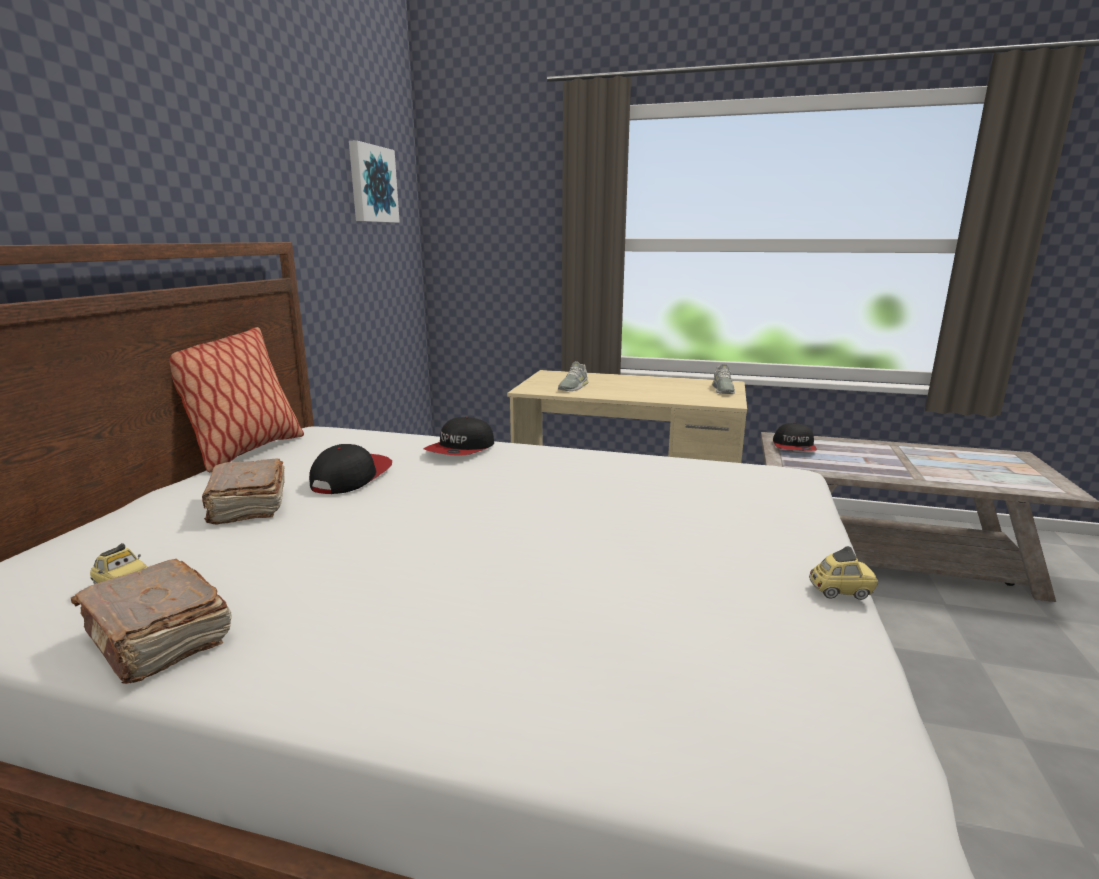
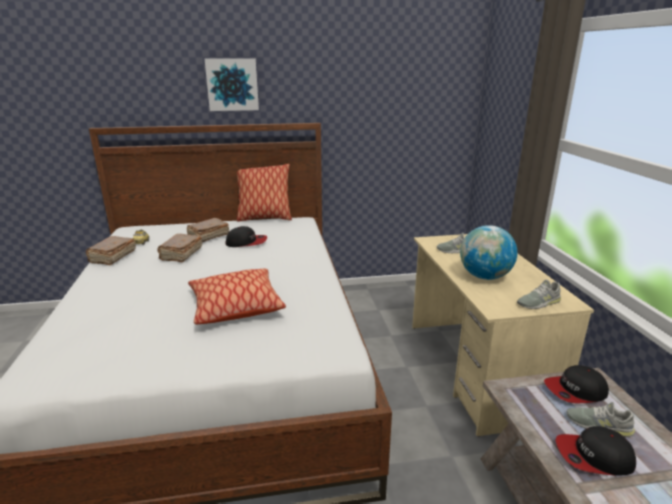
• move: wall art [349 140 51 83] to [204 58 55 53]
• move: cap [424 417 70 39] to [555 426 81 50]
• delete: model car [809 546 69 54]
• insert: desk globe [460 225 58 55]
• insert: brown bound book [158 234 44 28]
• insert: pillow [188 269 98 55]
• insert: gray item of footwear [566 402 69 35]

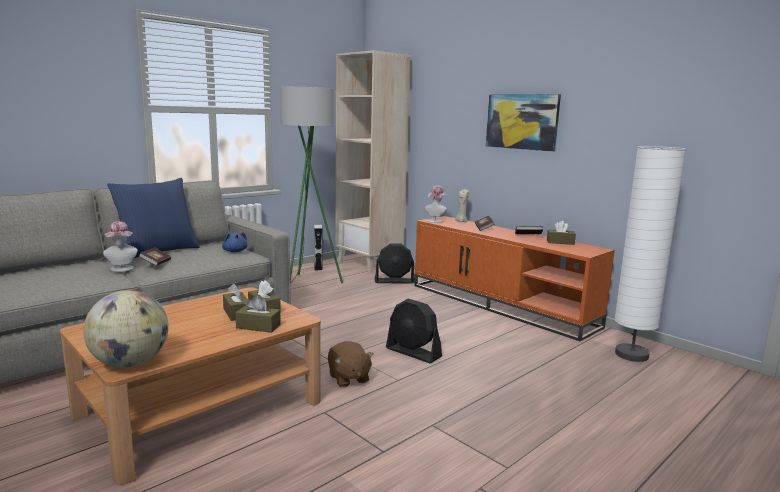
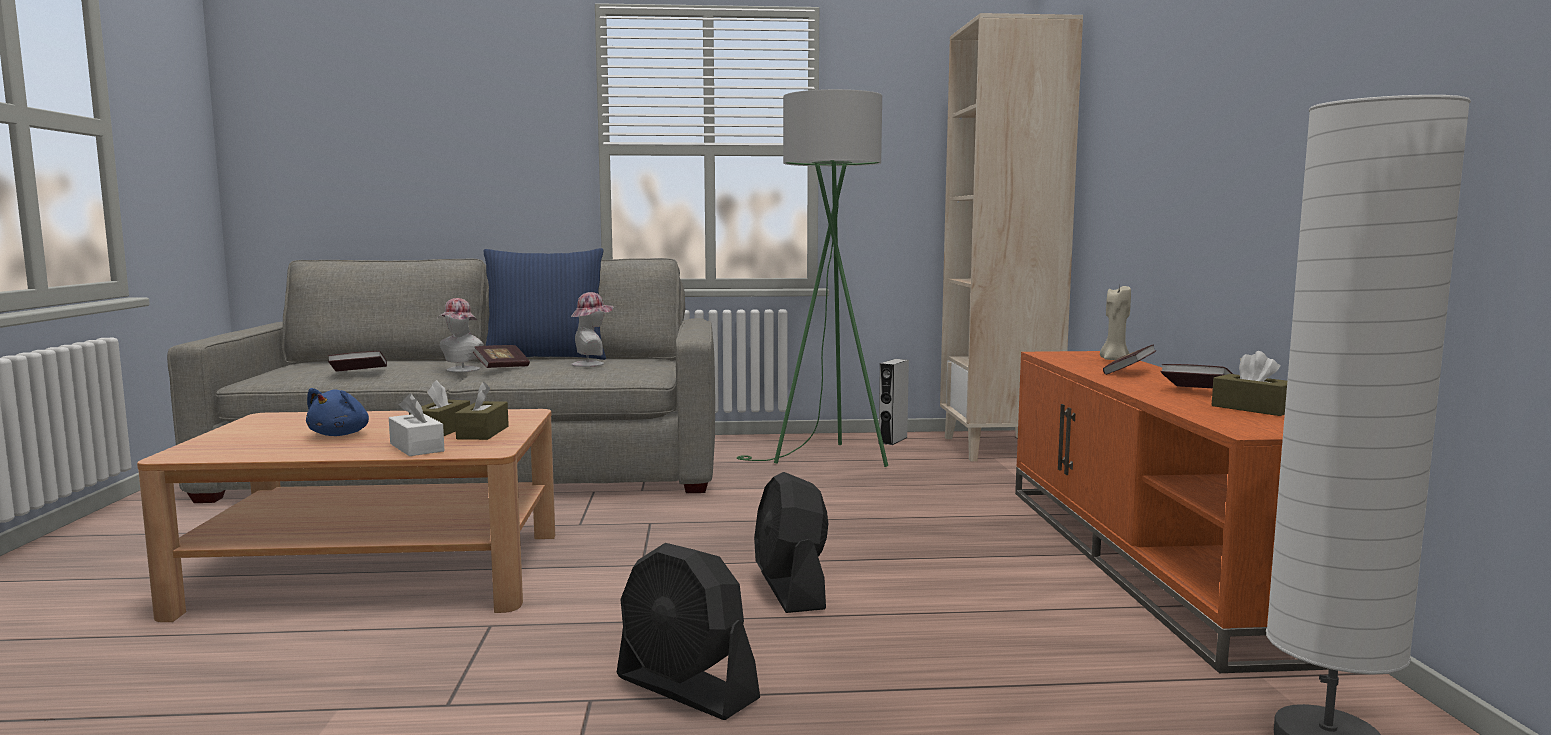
• delete: wall art [486 94 75 58]
• move: clothing hat [425 185 22 38] to [571 292 43 75]
• move: blue soft toy [222 232 25 20] to [306 388 63 48]
• move: black-coloured fan [375 243 40 41] to [616 543 144 177]
• delete: desk globe [83 290 86 78]
• recolor: brown tissue holder [235 296 46 37] to white tissue holder [389 393 56 63]
• delete: brown soft toy [328 341 46 46]
• insert: bound book [328 351 59 21]

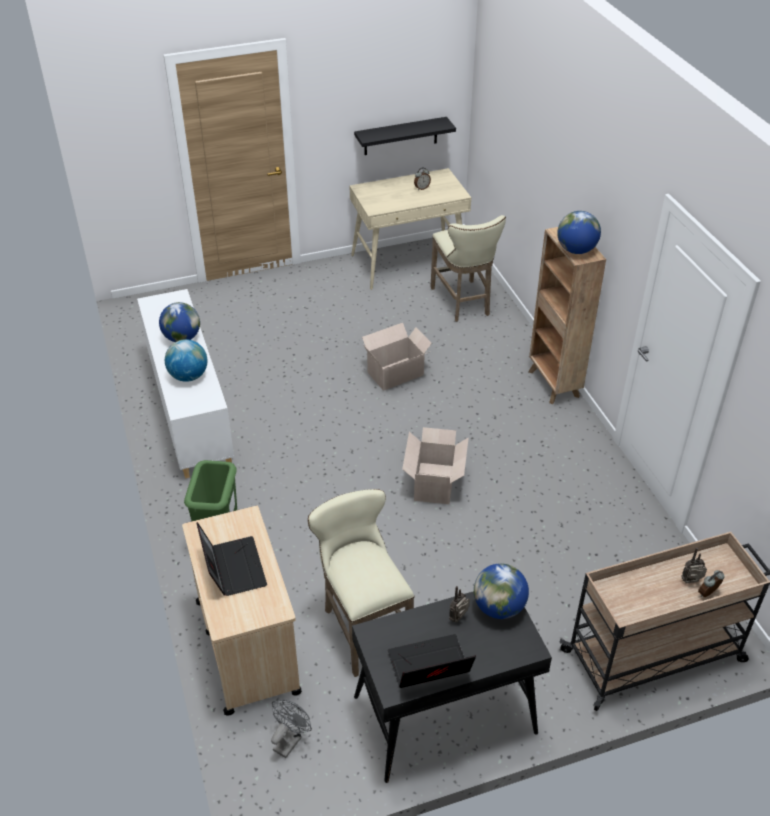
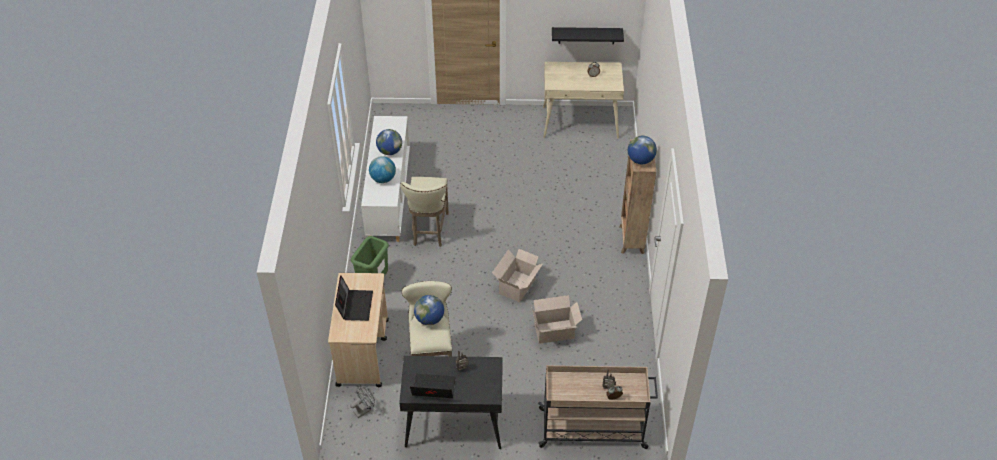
• move: beige stool [430 215 76 107] to [400 177 49 70]
• move: packing box [362 323 70 68] to [531 295 51 49]
• move: desk globe [474 563 55 56] to [414 295 30 30]

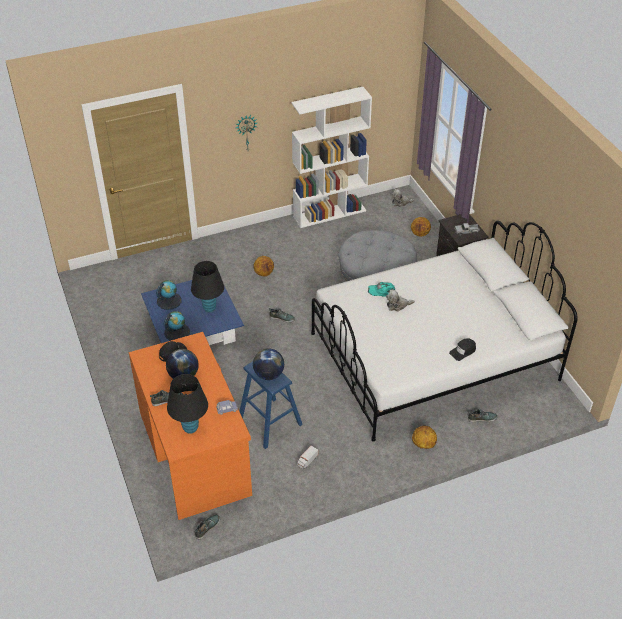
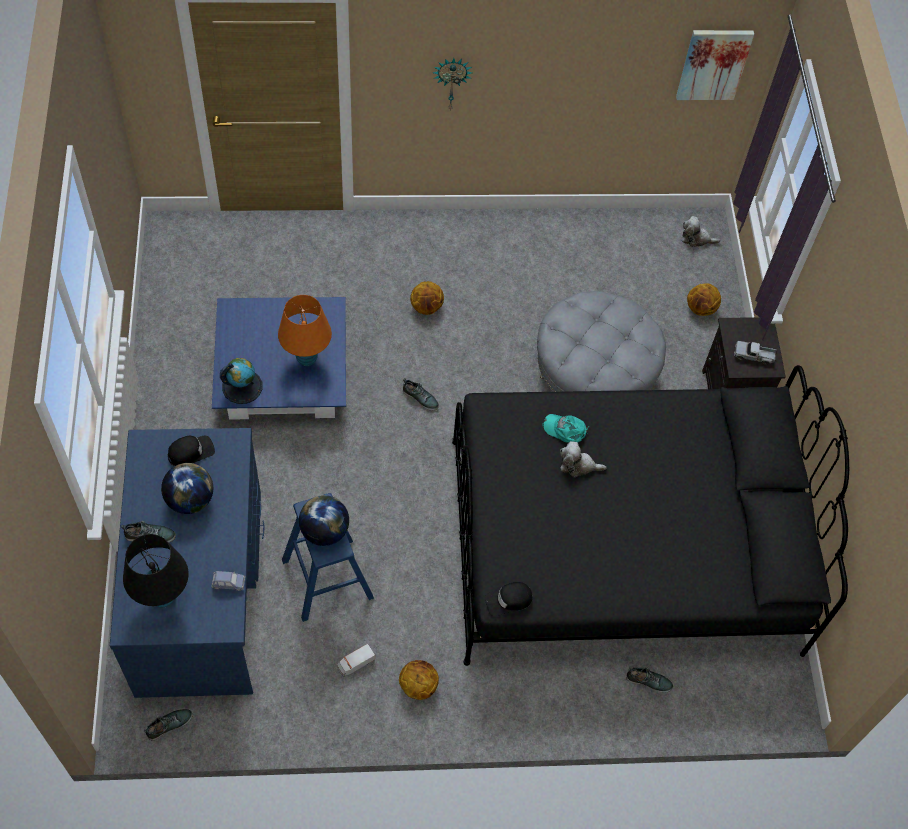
• delete: white shelving unit [291 87 81 141]
• recolor: white bed [311 221 267 221] to black-coloured bed [452 365 397 301]
• recolor: black-coloured lamp for a table [191 261 33 51] to orange-coloured lamp for a table [278 295 54 71]
• delete: desk globe [156 280 26 30]
• recolor: orange-coloured desk [129 332 123 188] to blue desk [110 428 154 270]
• move: black-coloured cap [449 338 27 23] to [485 582 48 34]
• move: basketball ball [412 426 25 23] to [399 660 40 40]
• insert: wall art [676 30 78 70]

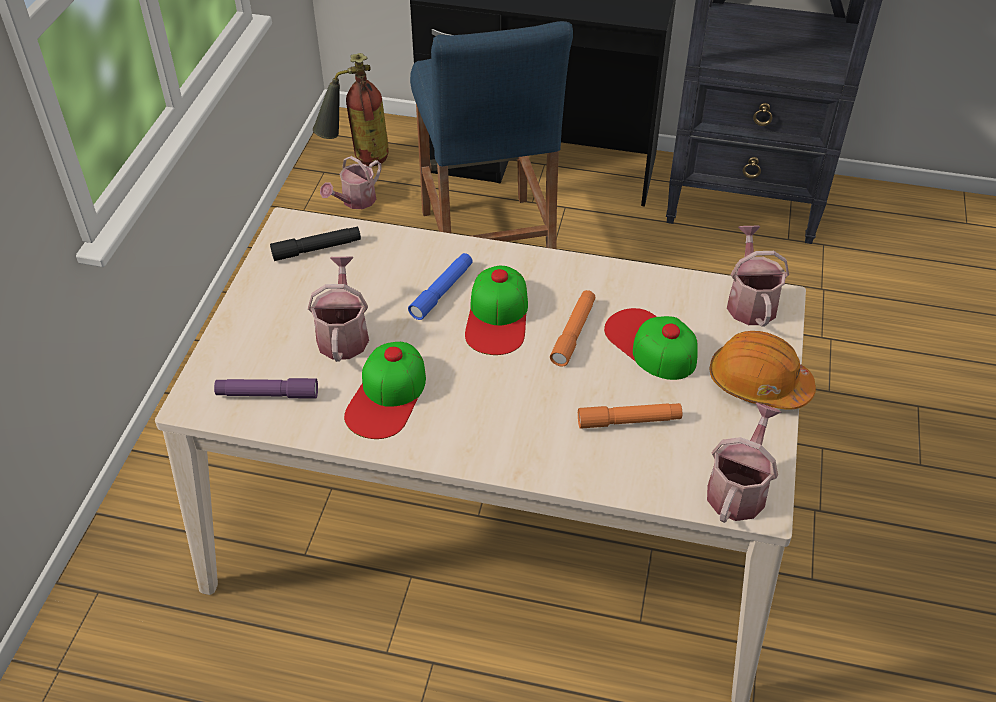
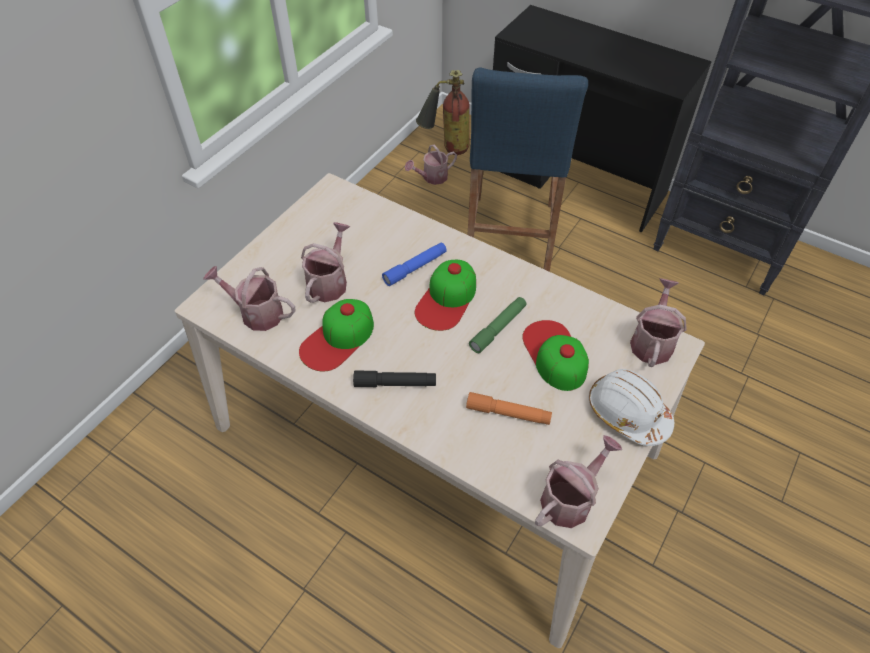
• move: black-coloured torch [270 227 91 34] to [353 371 83 16]
• recolor: orange-coloured torch [550 290 45 76] to greenish torch [469 297 57 56]
• recolor: orange-coloured work helmet [710 331 106 79] to white work helmet [588 369 86 77]
• replace: purple-coloured torch [214 378 104 21] to sprinkling can [203 266 93 65]

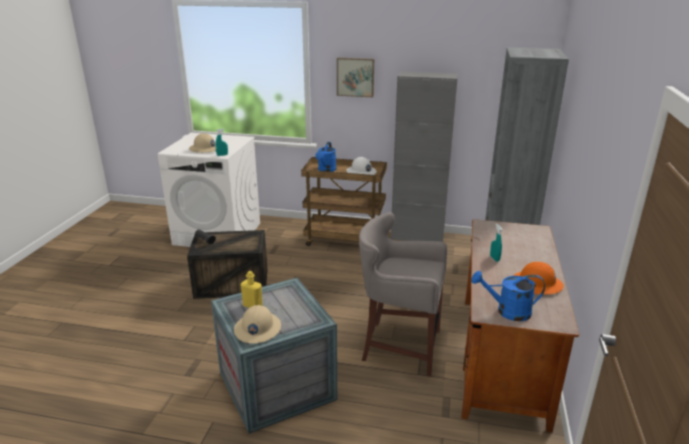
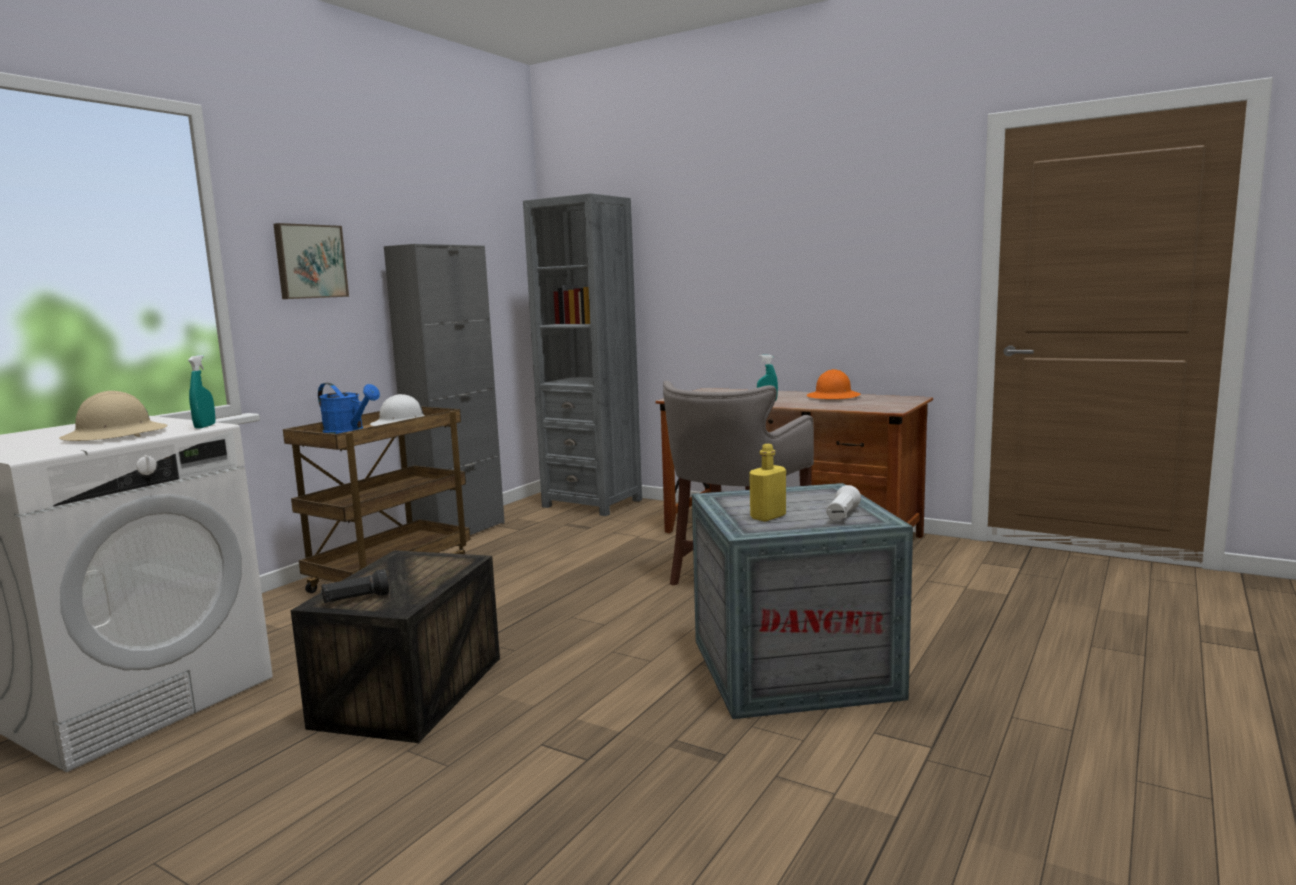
• delete: blue sprinkling can [471 271 74 50]
• replace: beige work helmet [234 305 47 38] to white torch [826 485 35 36]

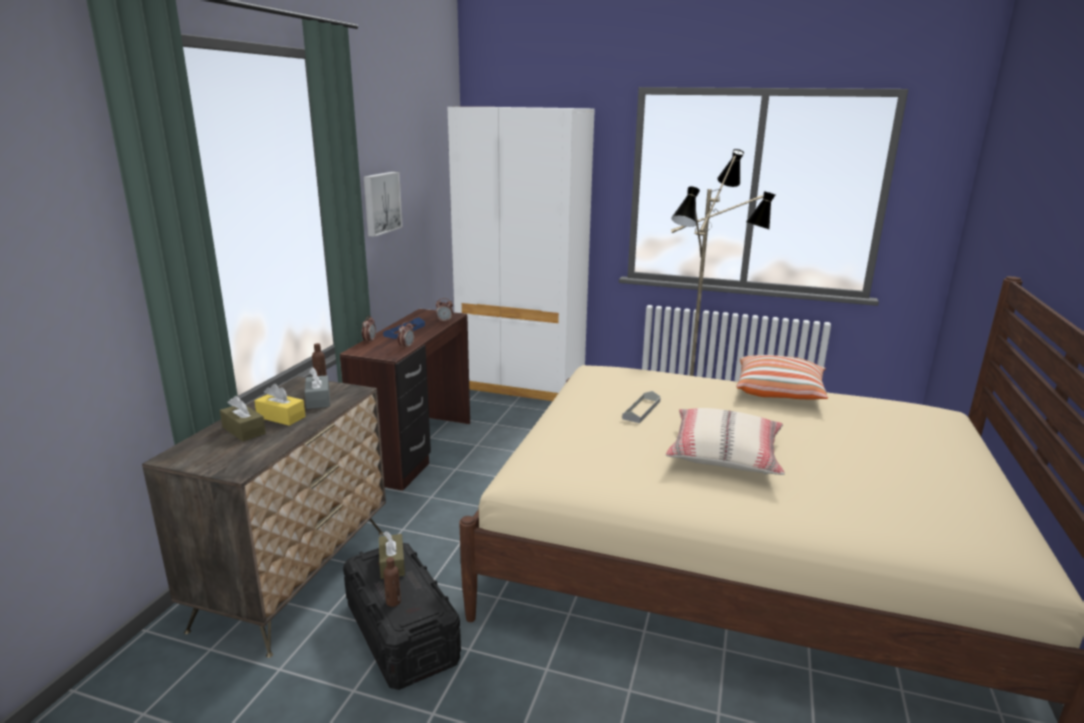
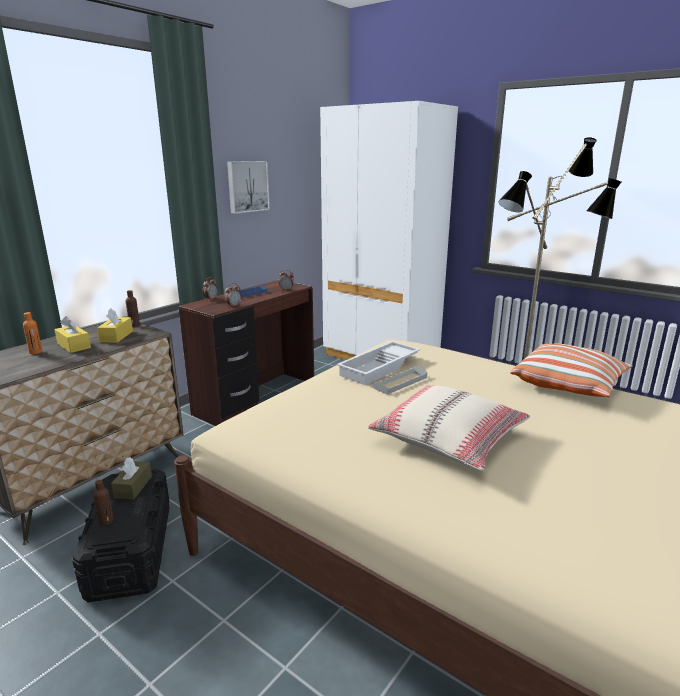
• recolor: gray tissue holder [305 367 25 42] to yellowish tissue holder [97 308 36 35]
• replace: brown tissue holder [220 396 46 45] to orange-coloured drink bottle [23 312 19 42]
• insert: white serving tray [337 341 84 44]

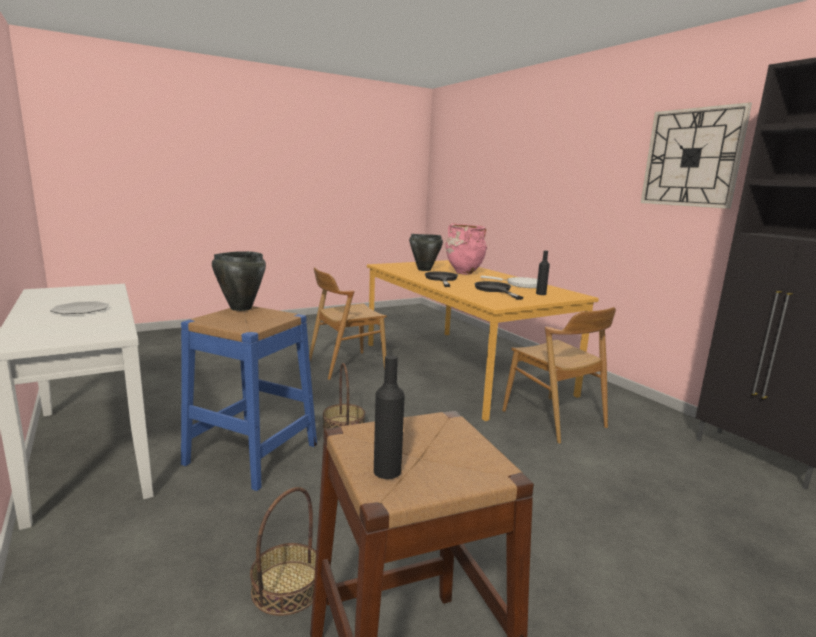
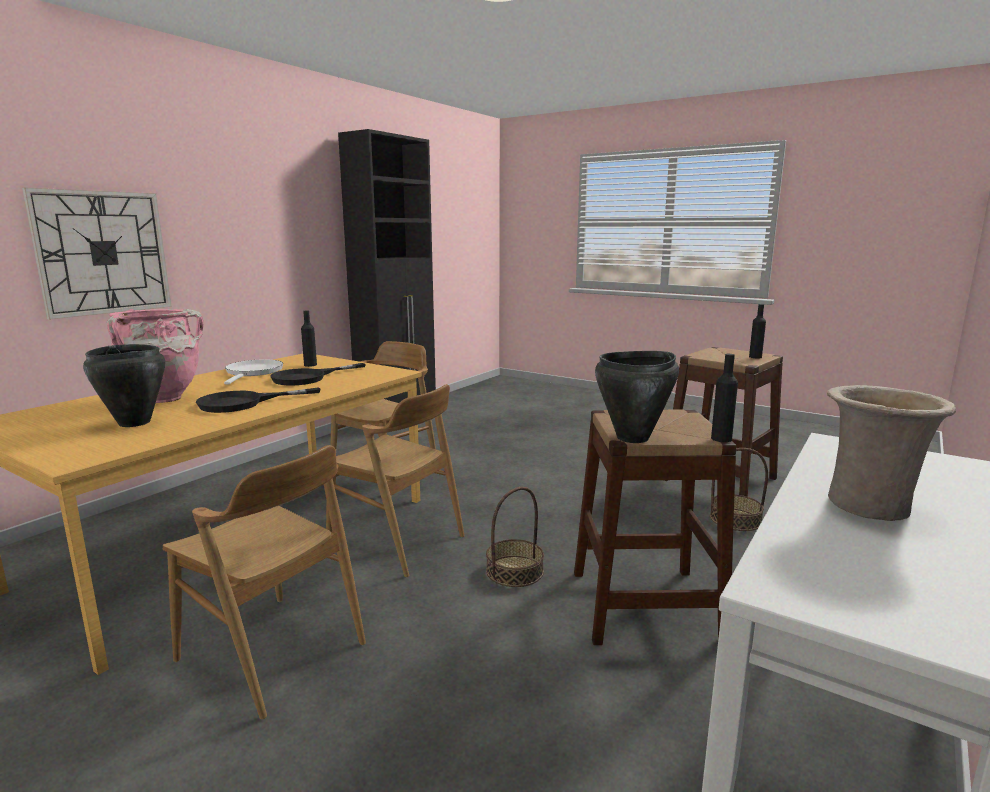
• move: clock on the wall [641 102 111 107] to [22 188 150 132]
• replace: plate [50 301 60 13] to beige decorative vase [827 385 129 136]
• recolor: blue stool [181 306 136 185] to brown stool [574 410 163 235]
• insert: black-coloured drink bottle [711 354 27 88]
• insert: brown plain chair [326 384 139 193]

